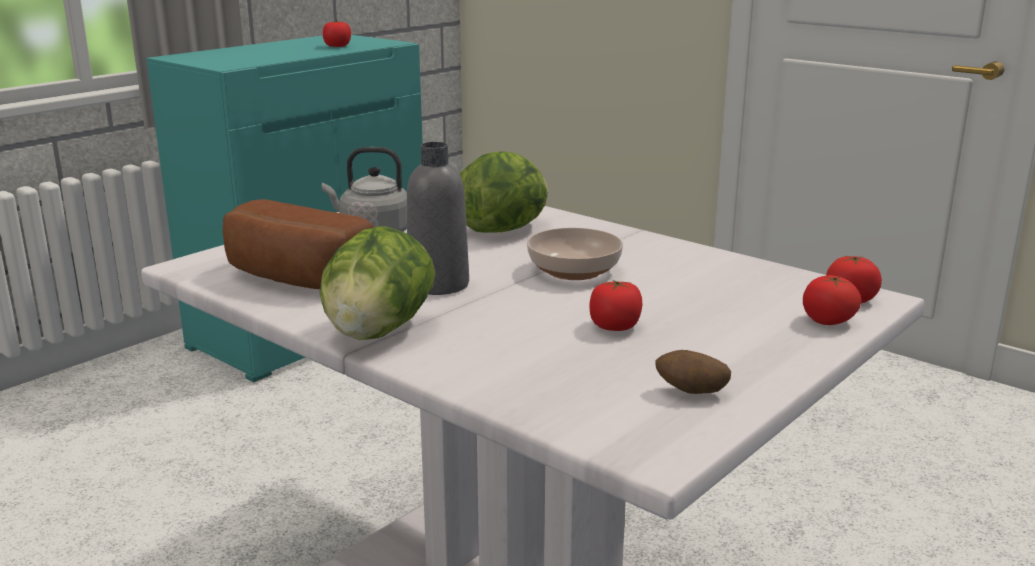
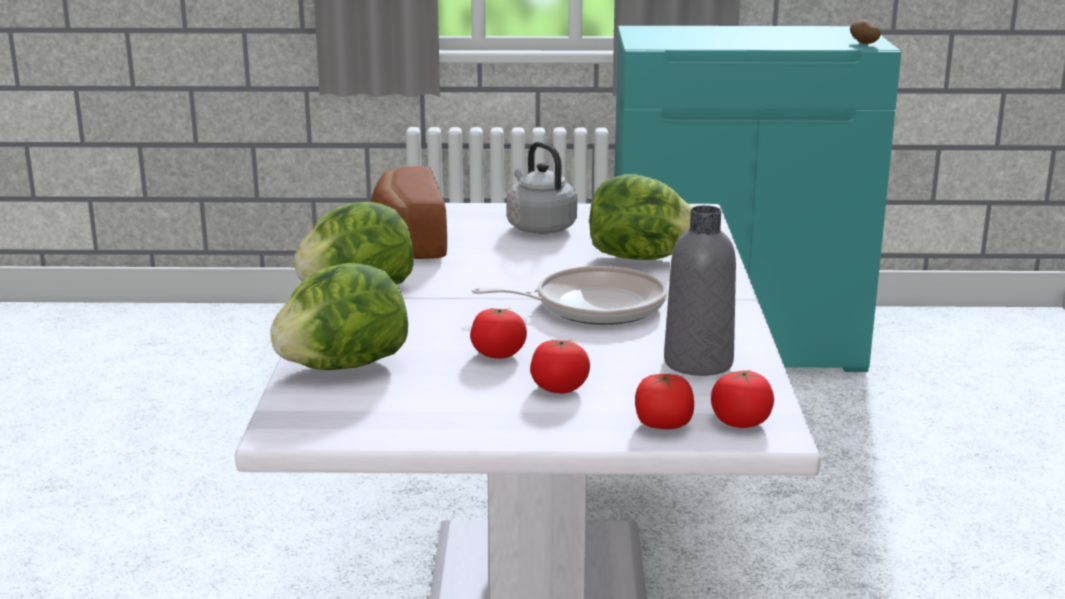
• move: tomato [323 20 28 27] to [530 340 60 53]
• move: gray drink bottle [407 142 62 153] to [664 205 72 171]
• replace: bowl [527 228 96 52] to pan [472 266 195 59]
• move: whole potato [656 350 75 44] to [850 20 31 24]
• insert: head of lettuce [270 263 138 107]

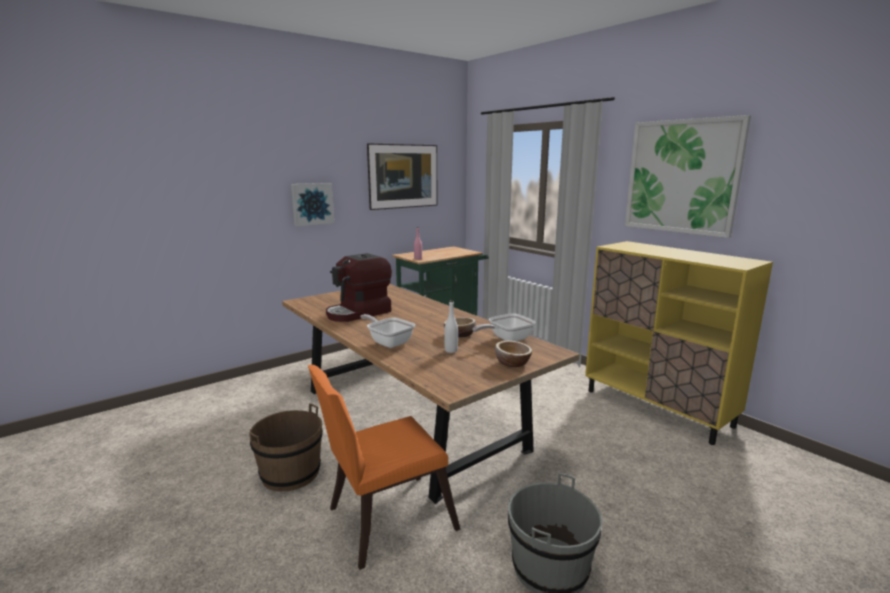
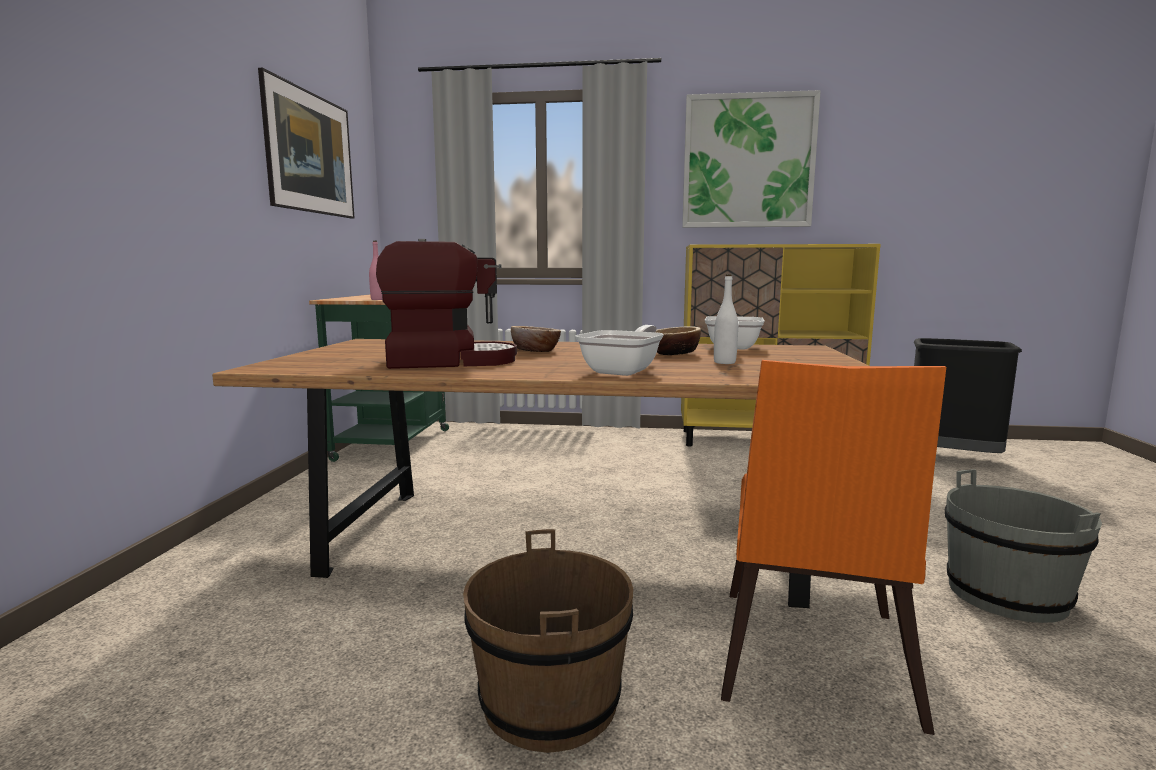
• delete: wall art [291 183 43 43]
• rotate: coffee brewer [326 253 66 69] = [376 239 141 130] 105 degrees counterclockwise
• rotate: pan [360 314 55 34] = [576 325 88 51] 120 degrees clockwise
• move: bowl [495 341 37 26] to [511 326 50 26]
• insert: black-coloured rubbish bin [914 338 108 115]

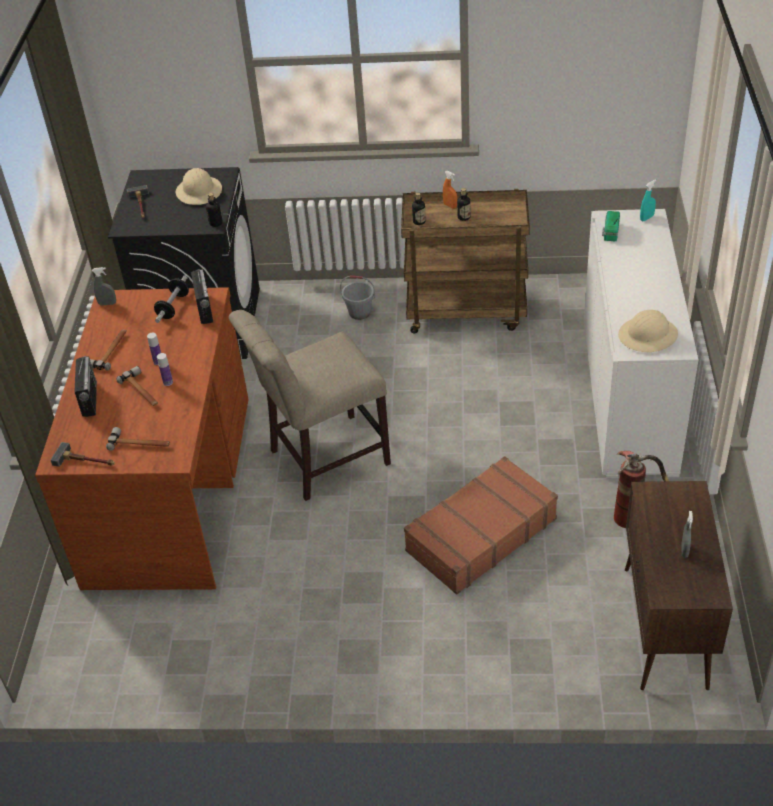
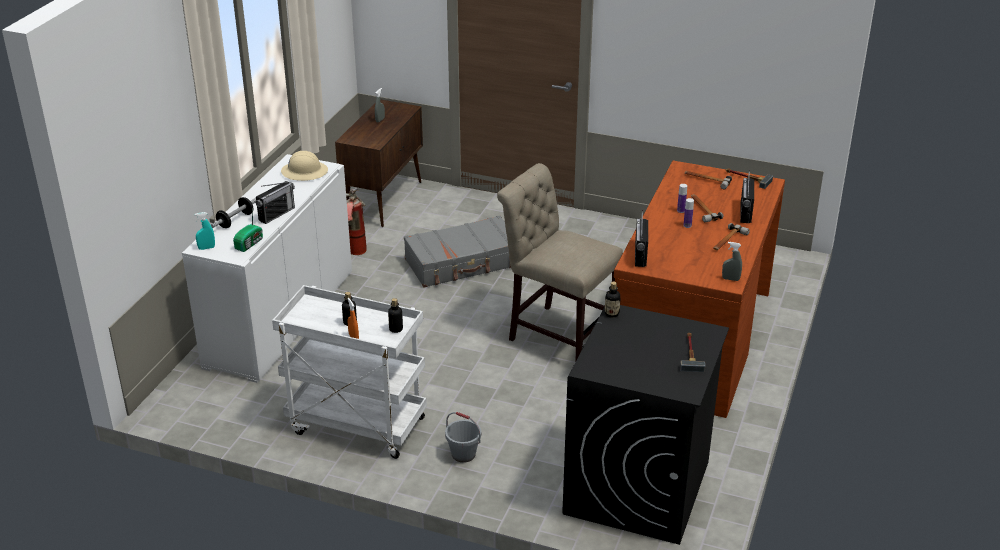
• delete: beige work helmet [176 168 46 37]
• recolor: brown cart [401 189 129 145] to white cart [272 285 155 174]
• move: dumbbell [154 275 35 48] to [211 197 45 31]
• rotate: beige plain chair [229 310 162 191] = [497 163 126 197] 135 degrees counterclockwise
• recolor: brown travel case [404 456 154 139] to gray travel case [404 215 107 73]
• insert: radio [256 181 39 43]

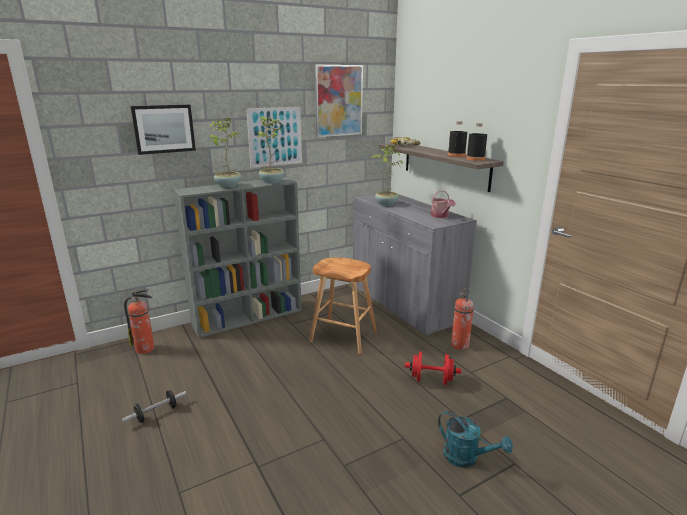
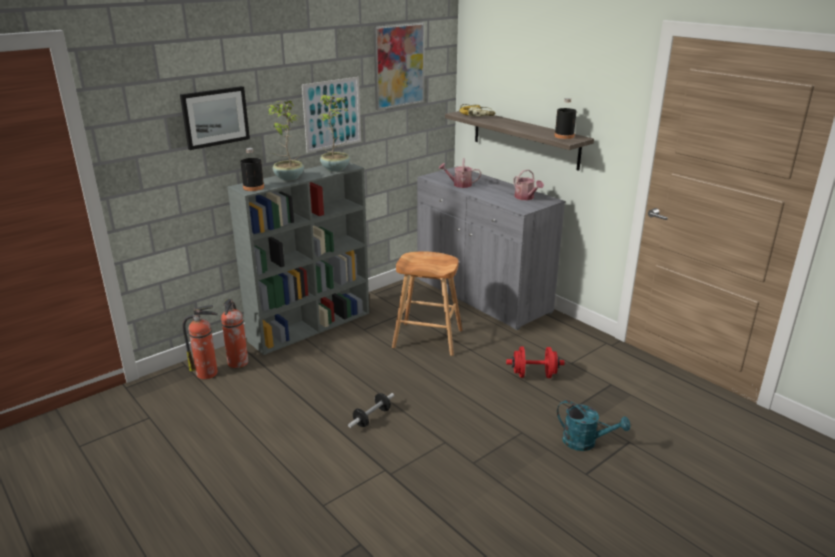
• move: black-coloured drink bottle [448 121 19 36] to [240 148 24 43]
• replace: houseplant [372 145 31 61] to sprinkling can [438 158 43 30]
• move: fire extinguisher [451 288 23 62] to [221 299 27 69]
• move: dumbbell [122 390 64 33] to [348 393 46 35]

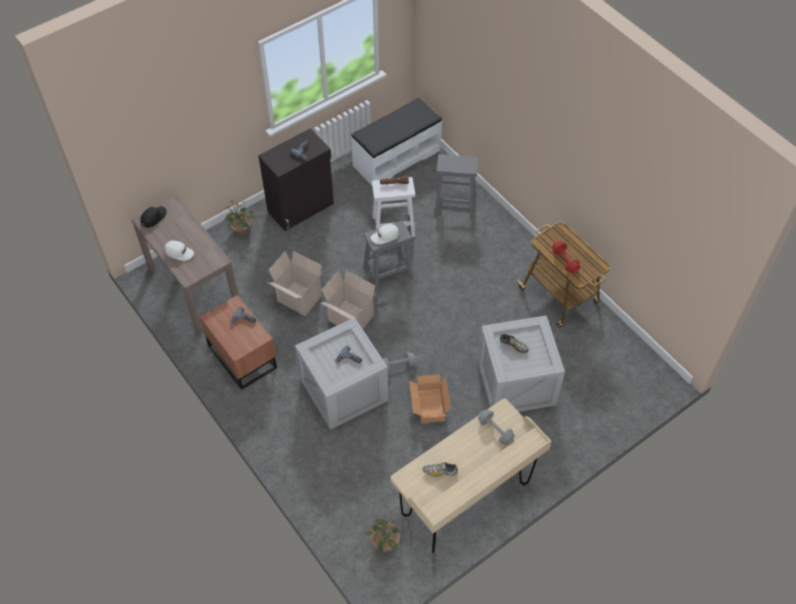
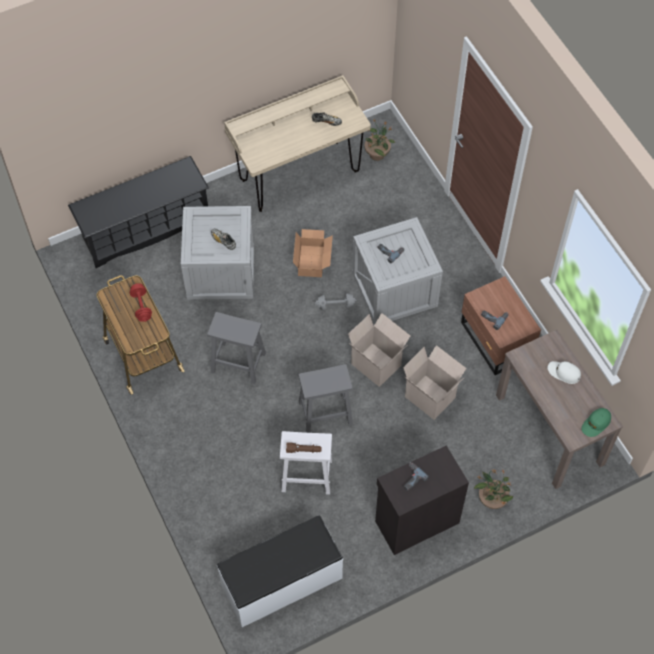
• move: gray stool [434 154 45 63] to [207 312 59 72]
• recolor: black-coloured cap [141 206 26 22] to greenish cap [582 408 29 29]
• delete: white cap [370 224 30 20]
• delete: gray dumbbell [478 409 37 36]
• insert: black-coloured shoe rack [68 156 141 112]

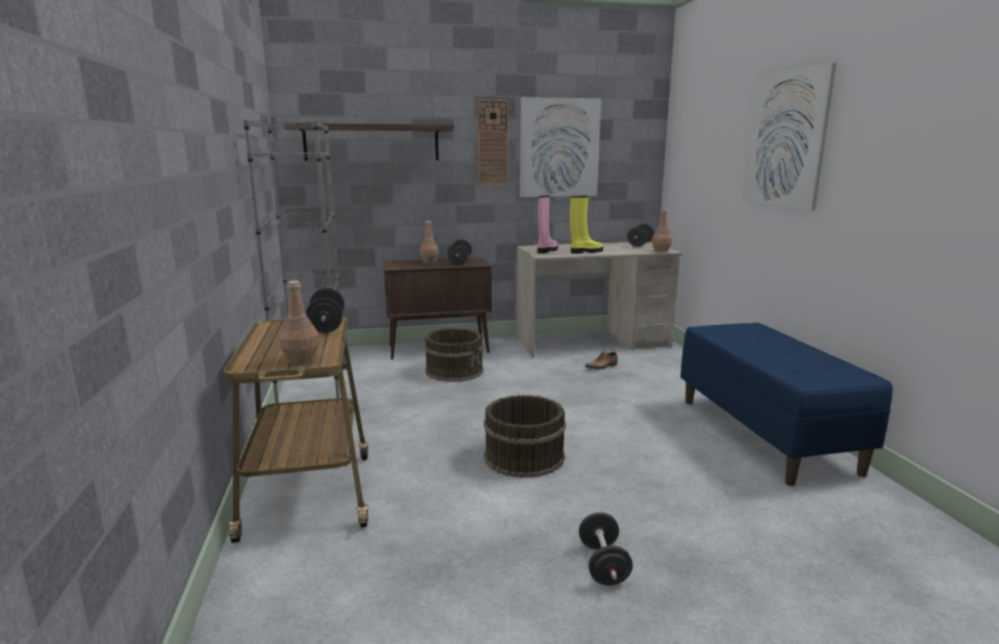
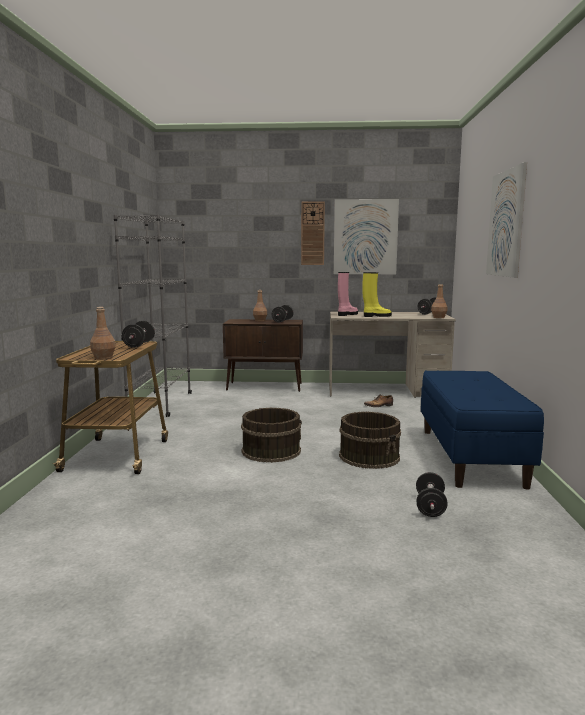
• delete: wall shelf [284 123 170 38]
• move: brown bucket [425 328 58 54] to [339 412 62 57]
• move: black-coloured dumbbell [579 512 54 73] to [416 472 32 45]

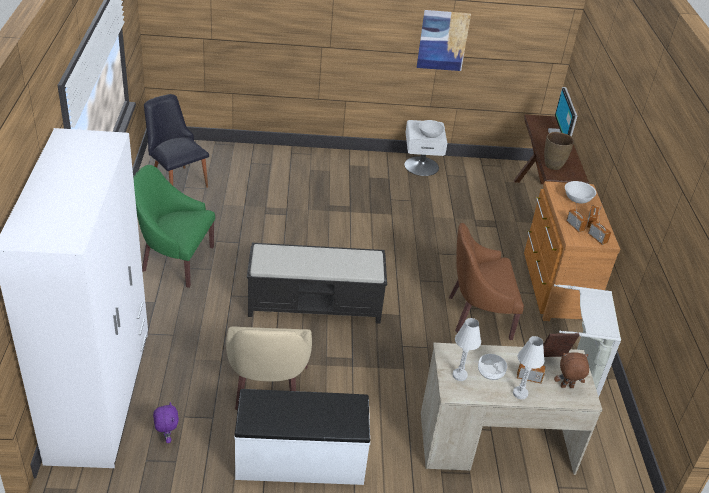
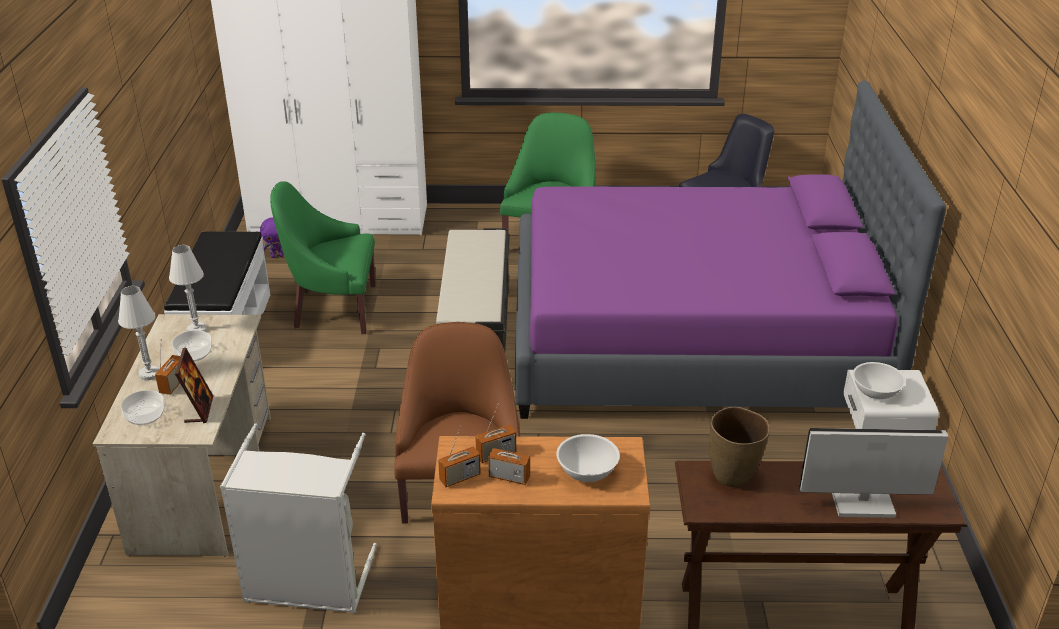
• delete: wall art [417 10 54 61]
• recolor: beige armchair [226 326 86 84] to greenish armchair [270 181 106 153]
• replace: brown soft toy [554 352 35 36] to bowl [121 390 44 35]
• insert: purple-coloured bed [515 80 431 339]

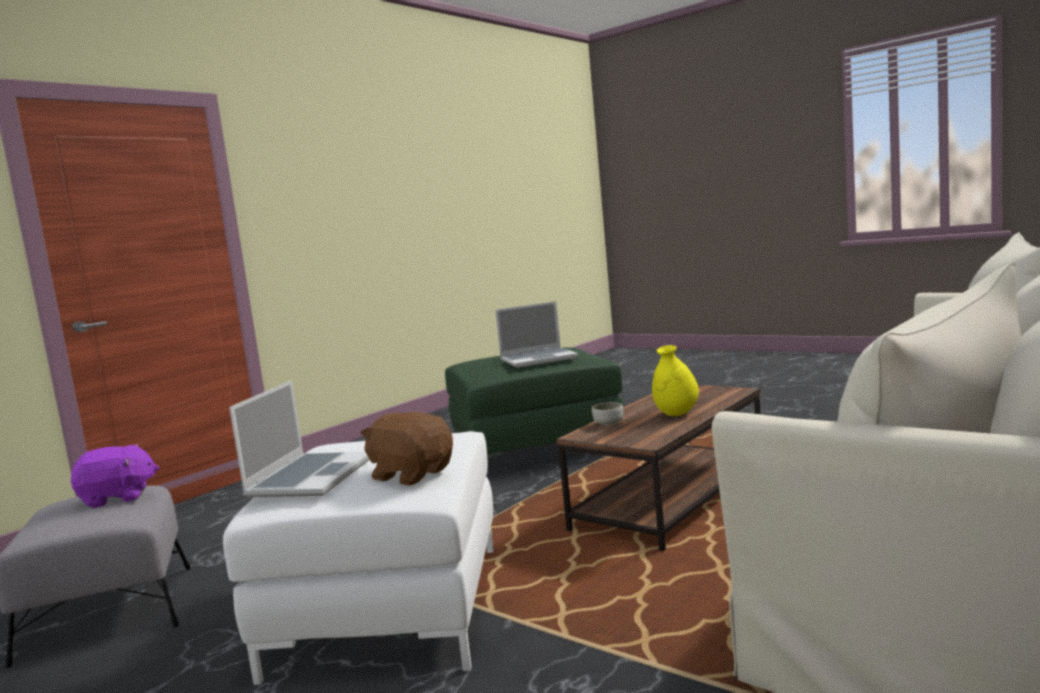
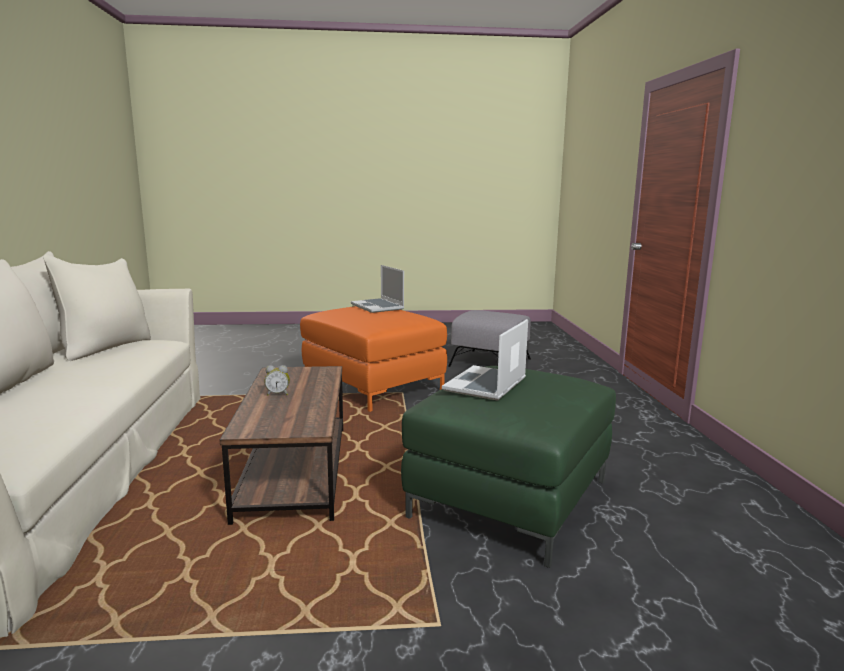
• replace: yellowish decorative vase [652 345 47 71] to table clock [264 365 26 30]
• delete: bowl [592 402 32 23]
• delete: brown soft toy [360 412 93 74]
• recolor: white footrest [223 431 271 254] to orange-coloured footrest [300 306 147 106]
• delete: purple-coloured soft toy [71 444 88 64]

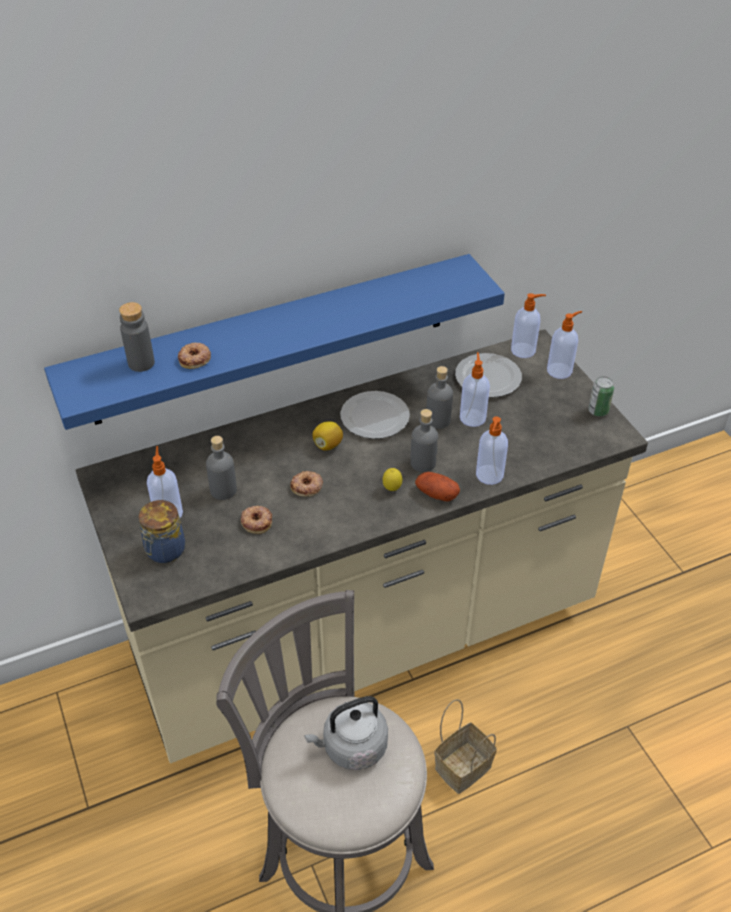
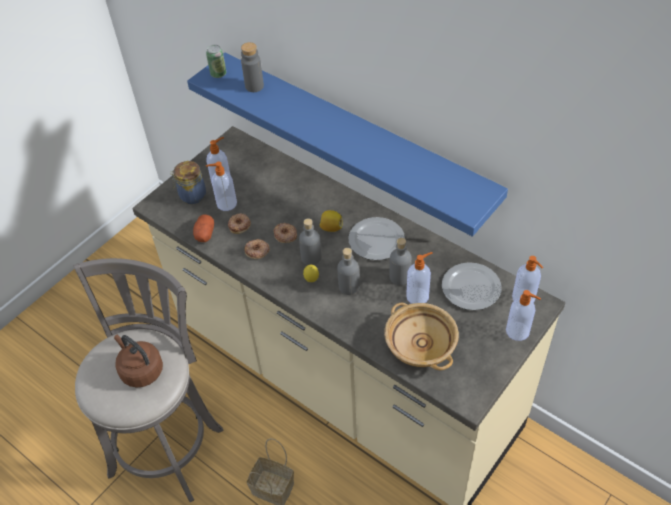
• move: donut [178 343 33 26] to [244 239 26 20]
• move: can [588 376 26 41] to [206 45 20 33]
• move: soap bottle [476 416 32 69] to [206 161 31 50]
• move: gray drink bottle [206 436 31 64] to [299 218 22 47]
• move: whole potato [415 472 45 30] to [193 214 21 28]
• recolor: gray tea kettle [304 696 84 74] to brown tea kettle [114 334 49 53]
• insert: beige bowl [384 303 75 67]

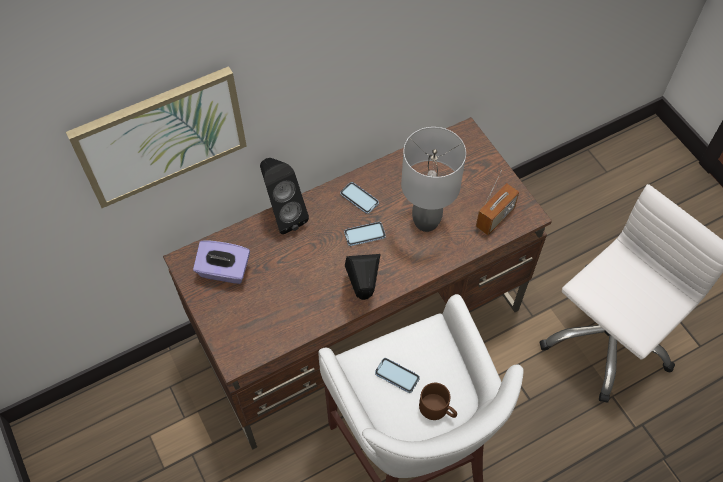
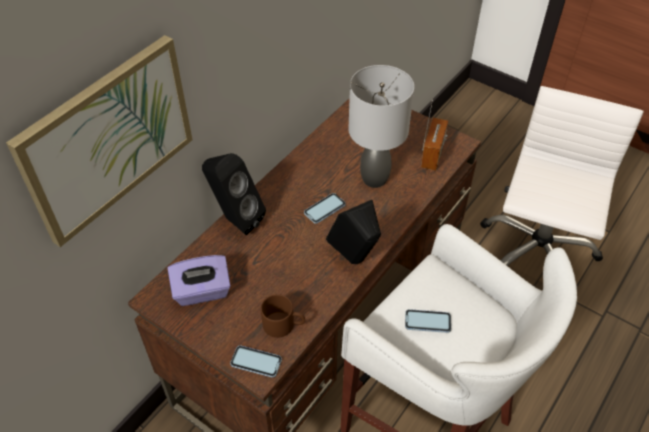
• move: telephone [340 182 39 32] to [230 345 52 33]
• move: brown mug [419 383 38 37] to [261 294 44 44]

